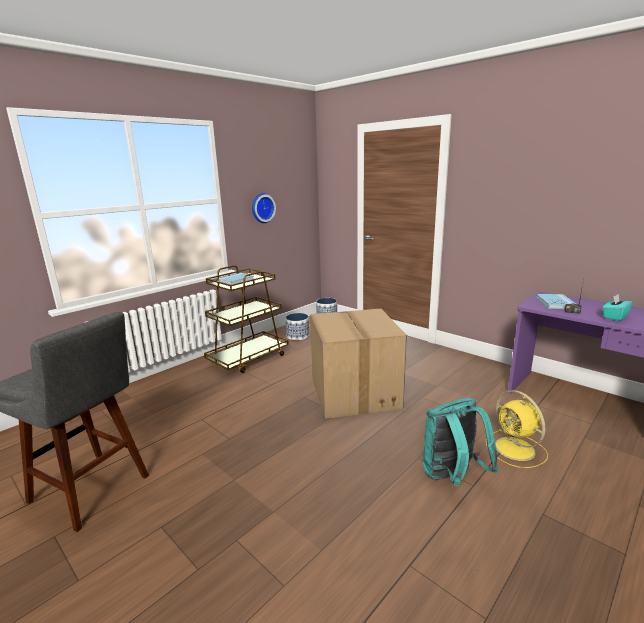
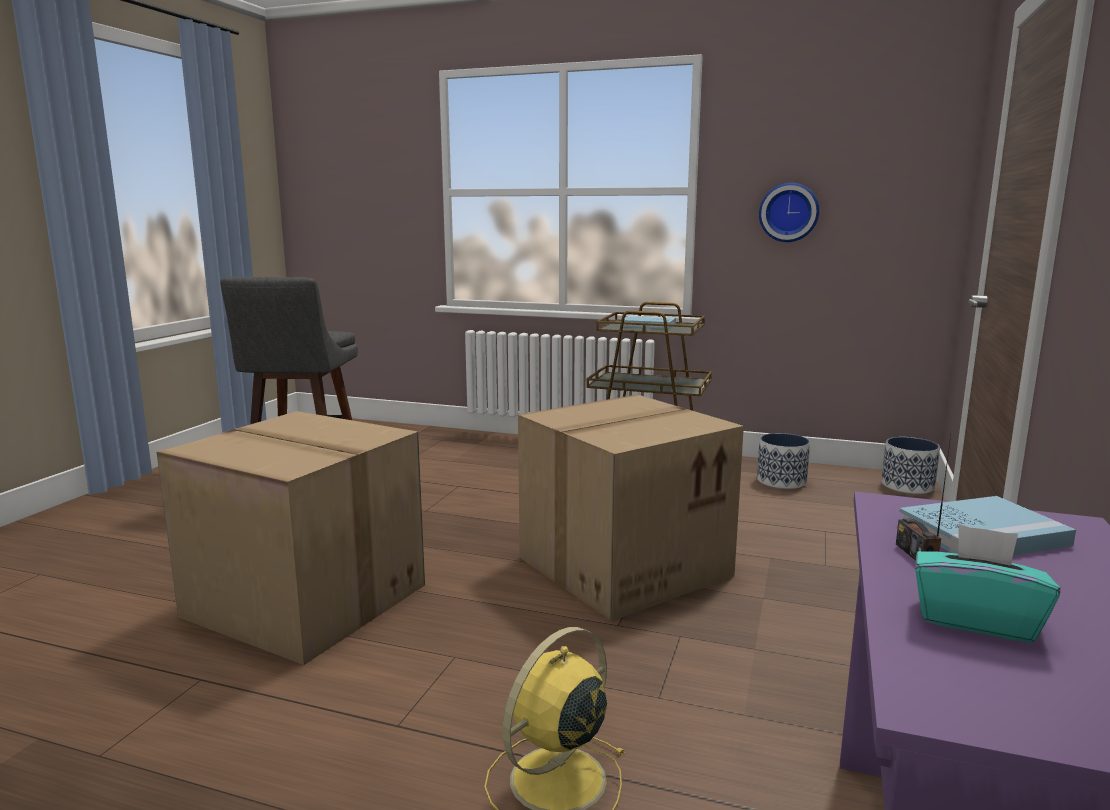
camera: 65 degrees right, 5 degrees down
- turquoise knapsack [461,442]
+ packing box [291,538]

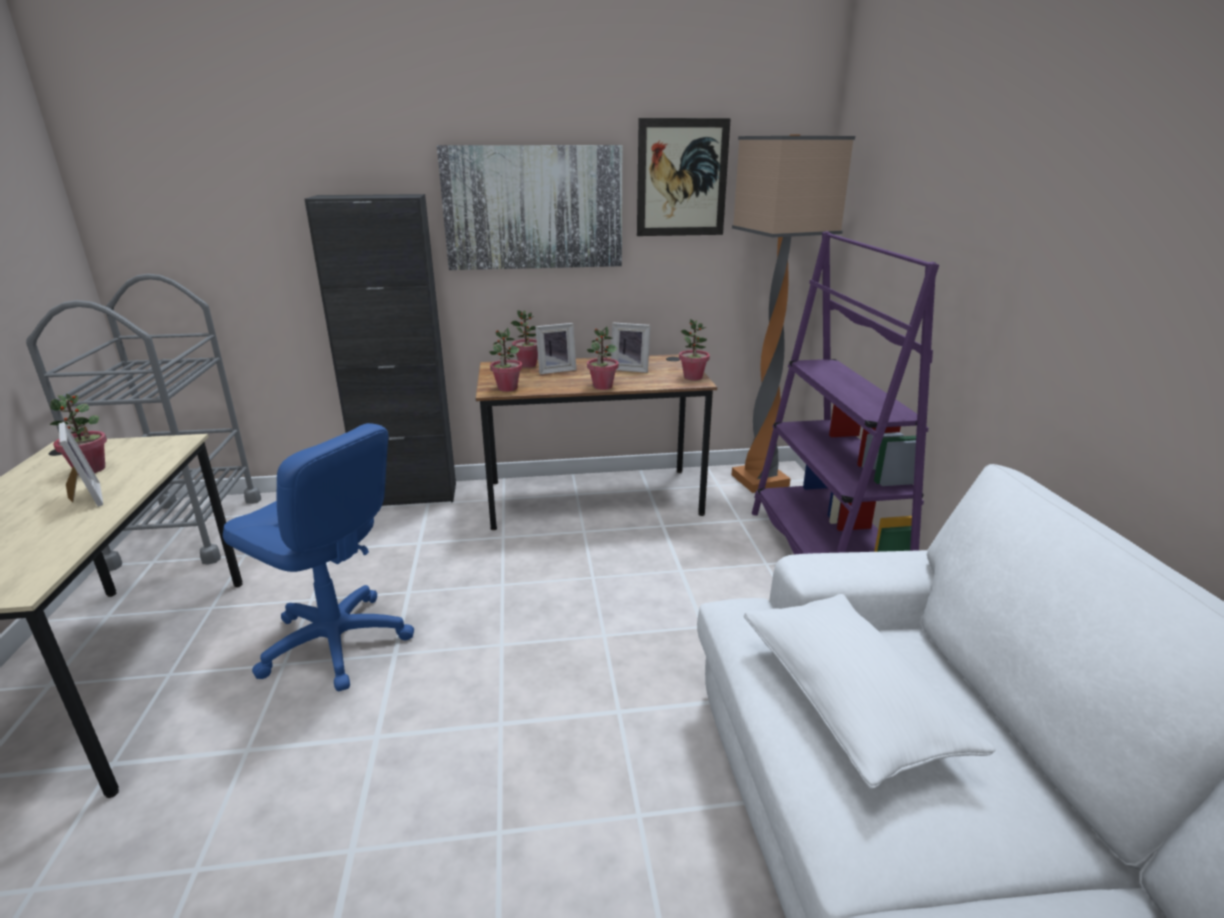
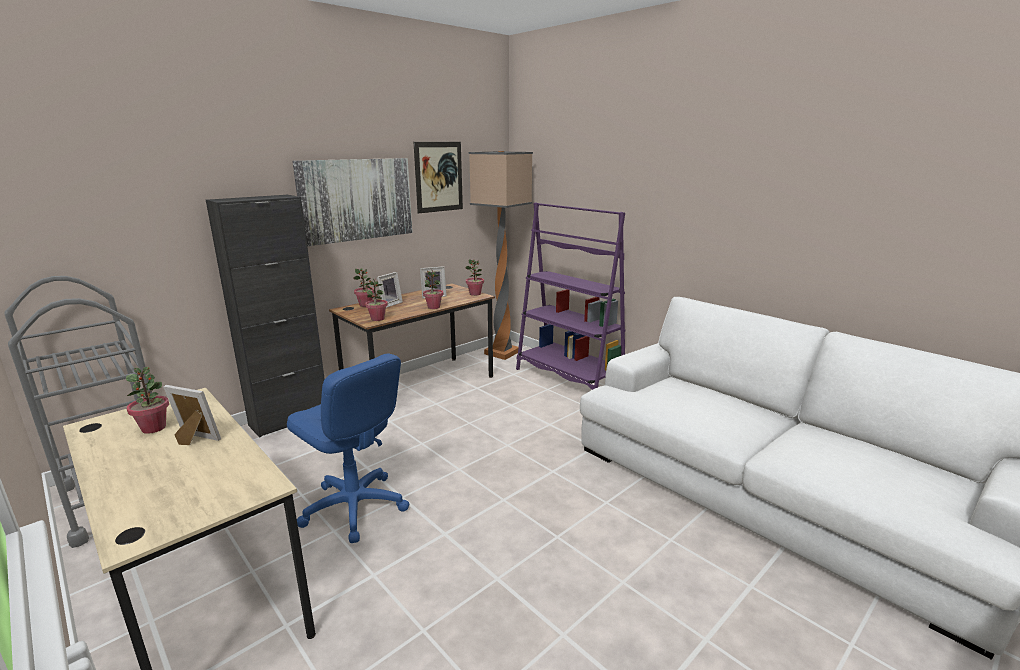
camera: 35 degrees left, 5 degrees down
~ blue-coloured office chair [318,557] = [348,448] 45 degrees clockwise
- whitish pillow [869,691]

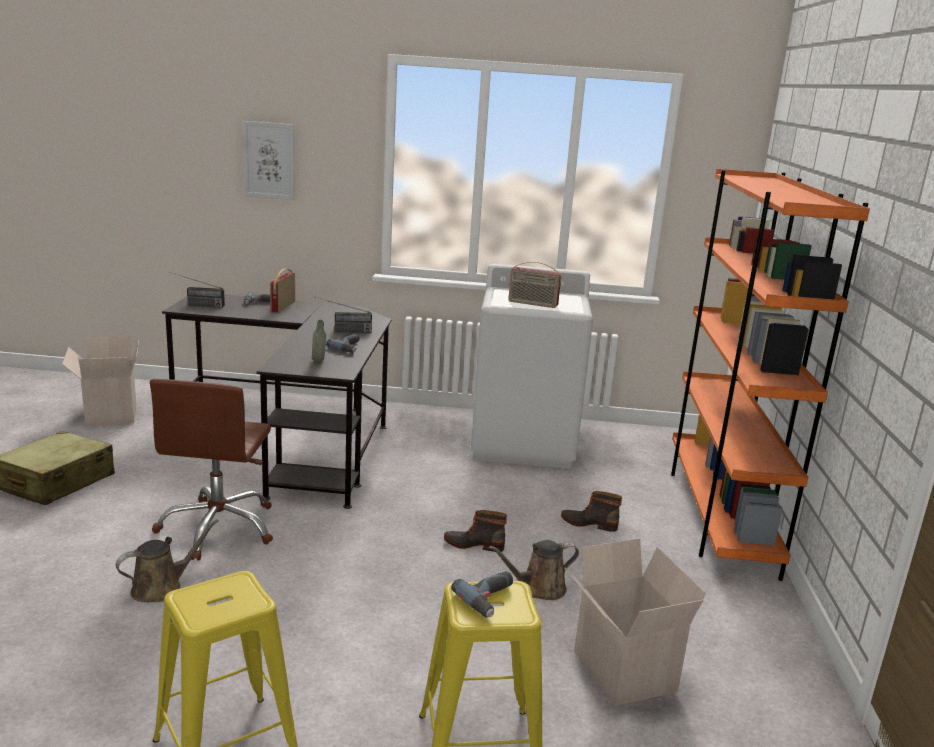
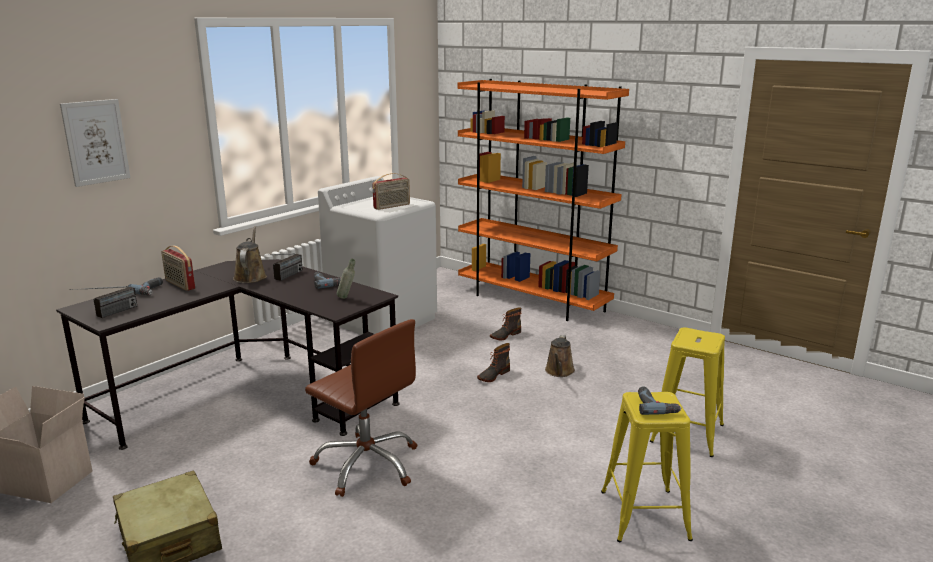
camera: 55 degrees left, 0 degrees up
~ brown watering pot [167,560] to [250,254]
~ power drill [482,594] to [660,400]
- packing box [635,622]

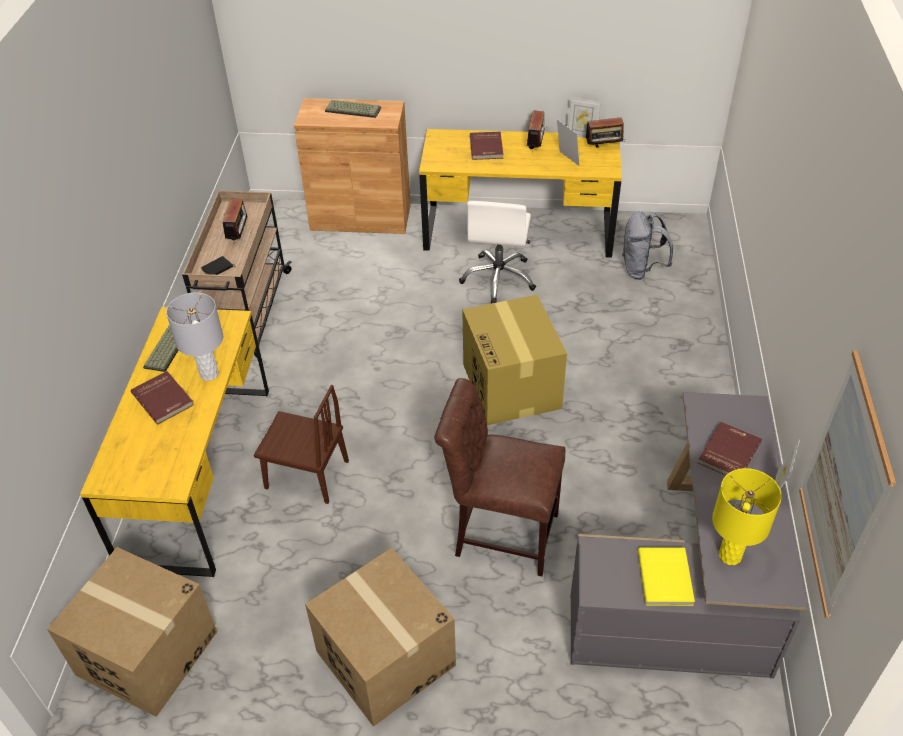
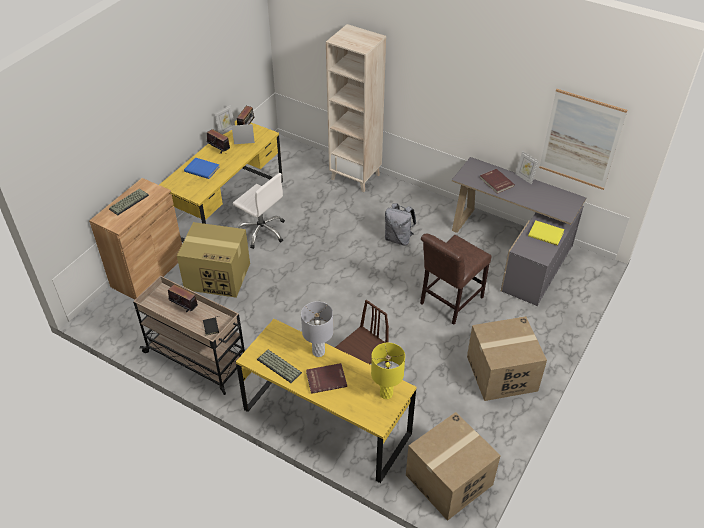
camera: 65 degrees left, 0 degrees up
~ packing box [514,360] to [213,260]
~ red-coloured book [487,146] to blue-coloured book [201,168]
~ gray knapsack [647,245] to [400,224]
~ yellowish table lamp [747,516] to [388,371]
+ sand-coloured bookcase [356,108]

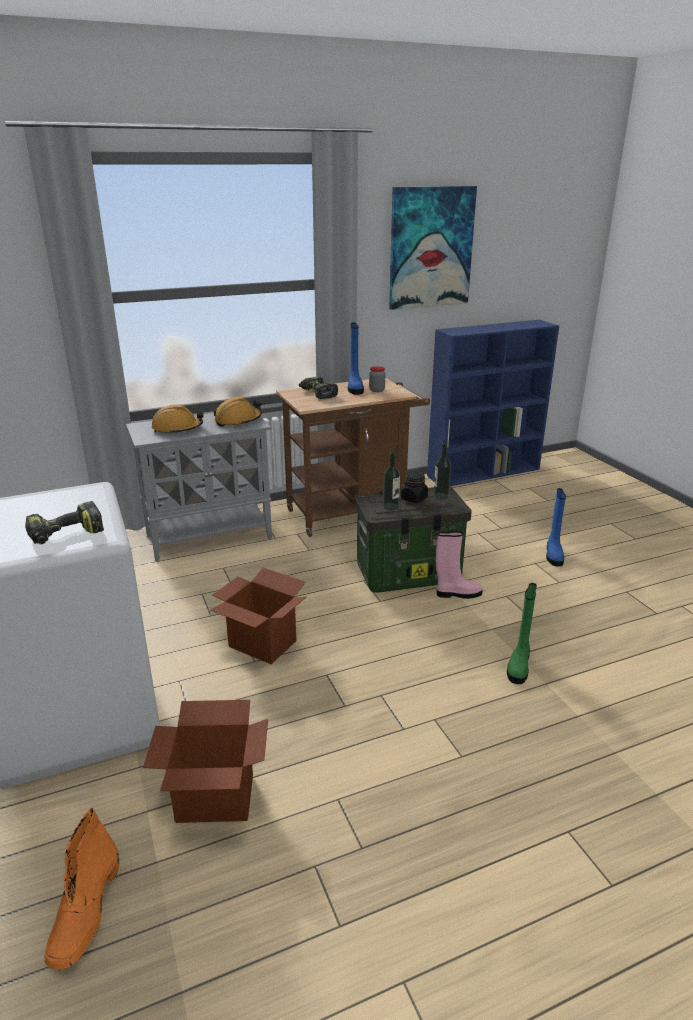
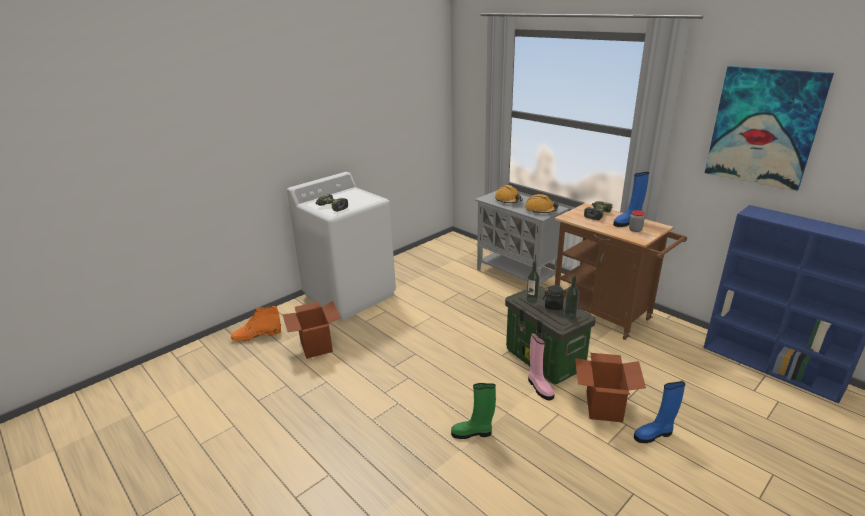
camera: 70 degrees right, 0 degrees up
~ packing box [258,616] to [610,388]

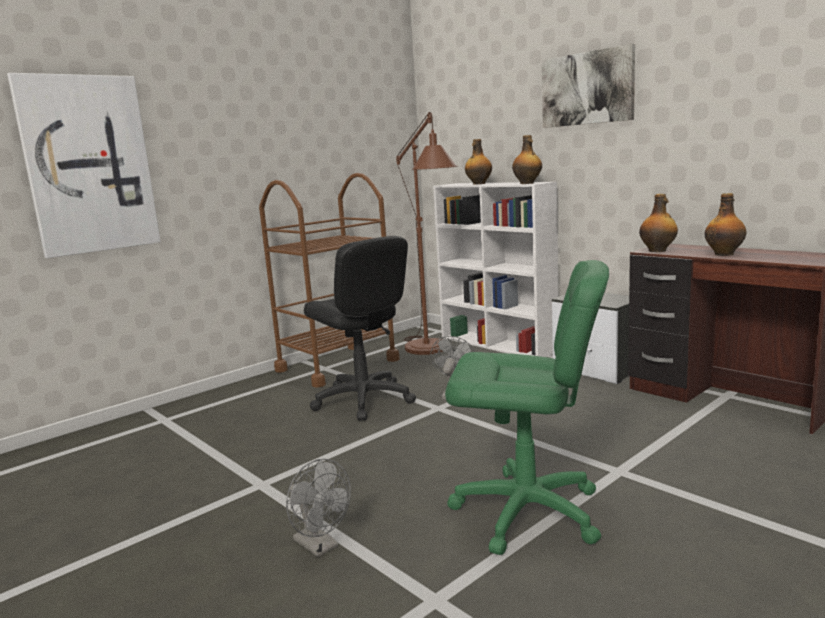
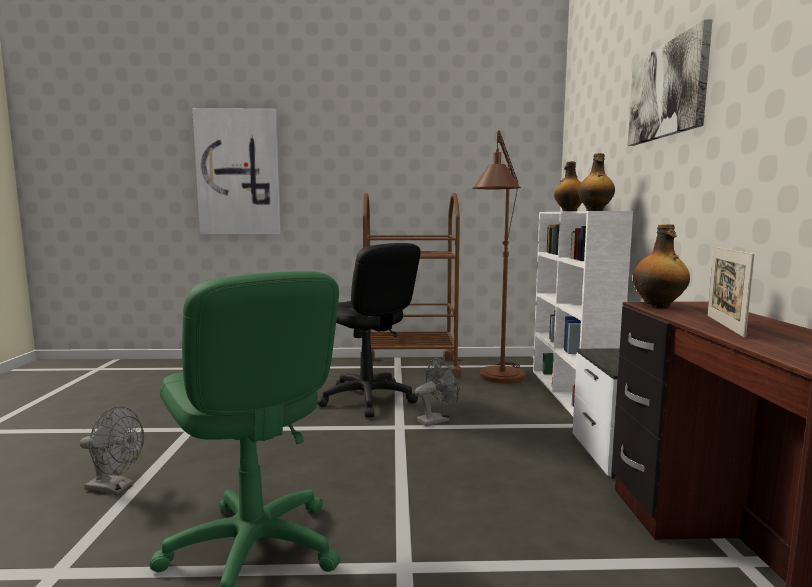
camera: 40 degrees right, 5 degrees down
~ gray fan [318,508] = [112,450] 75 degrees counterclockwise
~ black office chair [360,328] = [369,330] 45 degrees counterclockwise
~ drink bottle [725,224] to picture frame [731,292]

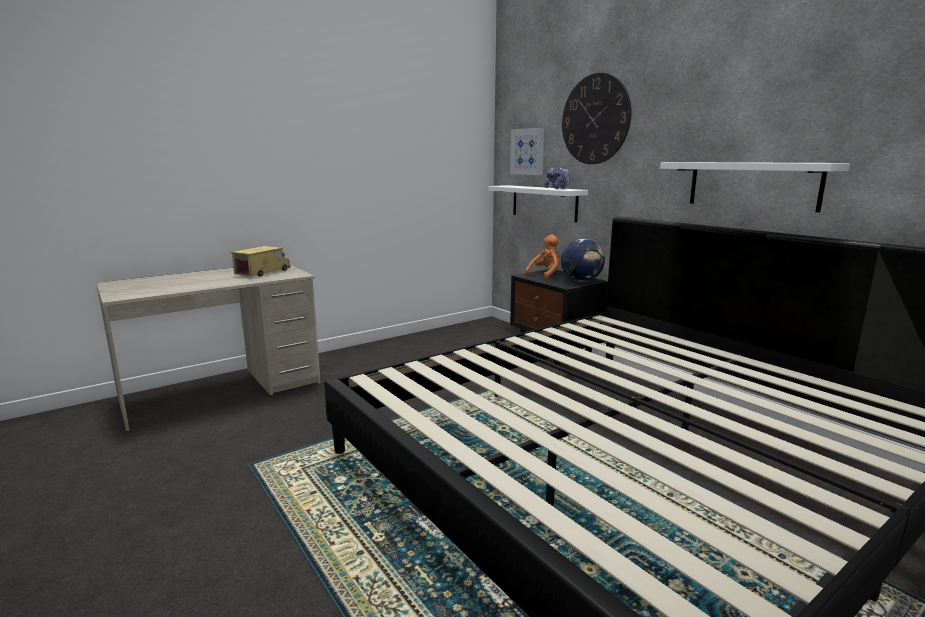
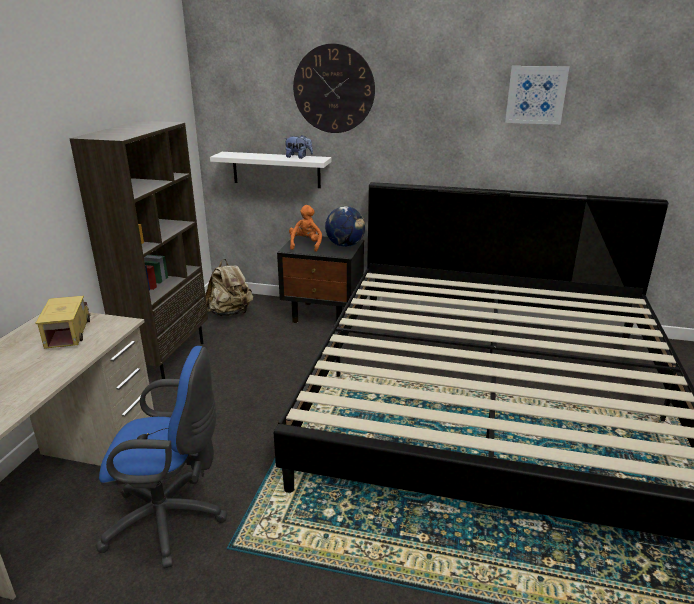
camera: 40 degrees left, 10 degrees up
~ picture [527,151] to [537,95]
- whitish bracket shelf [755,187]
+ brown bookcase [138,250]
+ blue-coloured office chair [161,457]
+ sand-coloured knapsack [229,287]

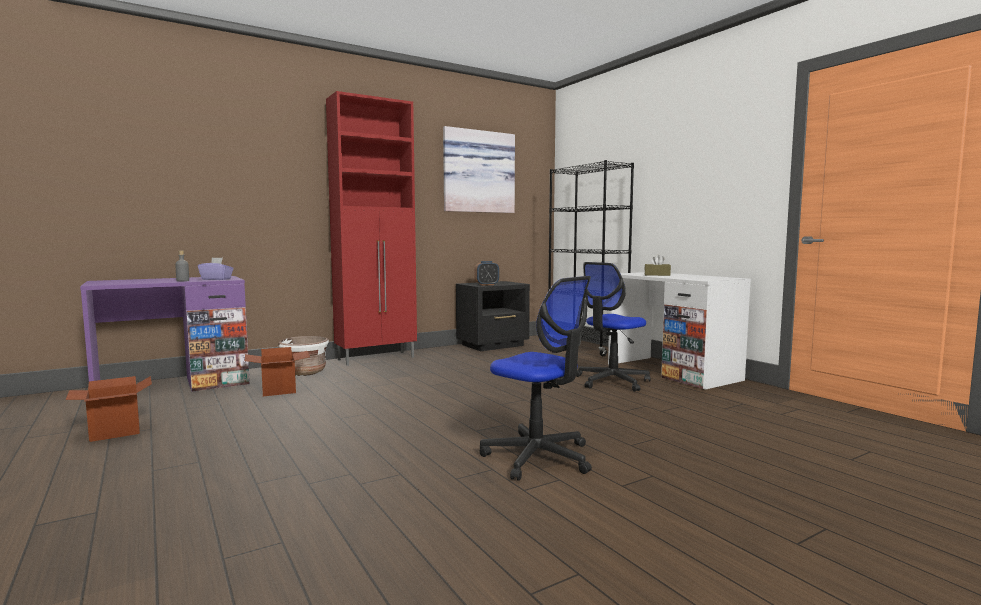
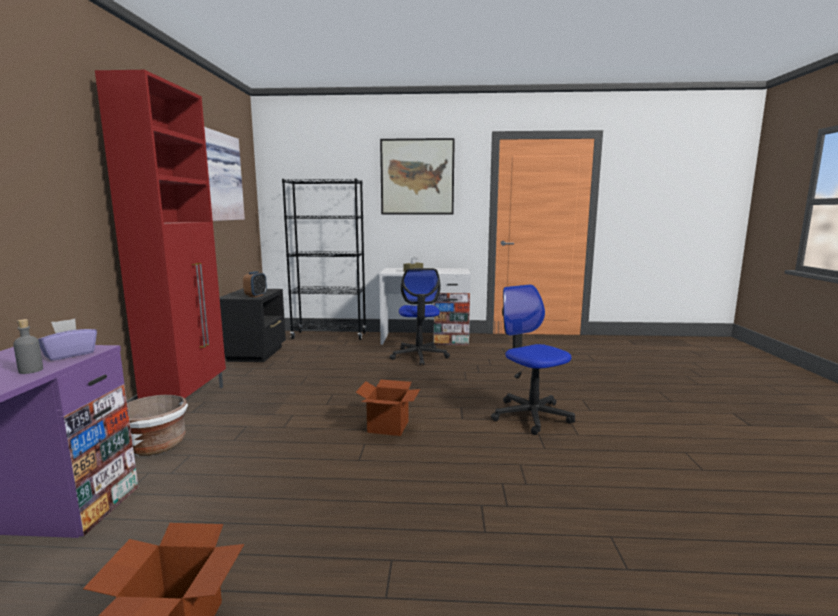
camera: 55 degrees left, 5 degrees up
~ packing box [277,371] to [388,408]
~ office chair [535,378] = [533,360] 105 degrees counterclockwise
+ picture [417,176]

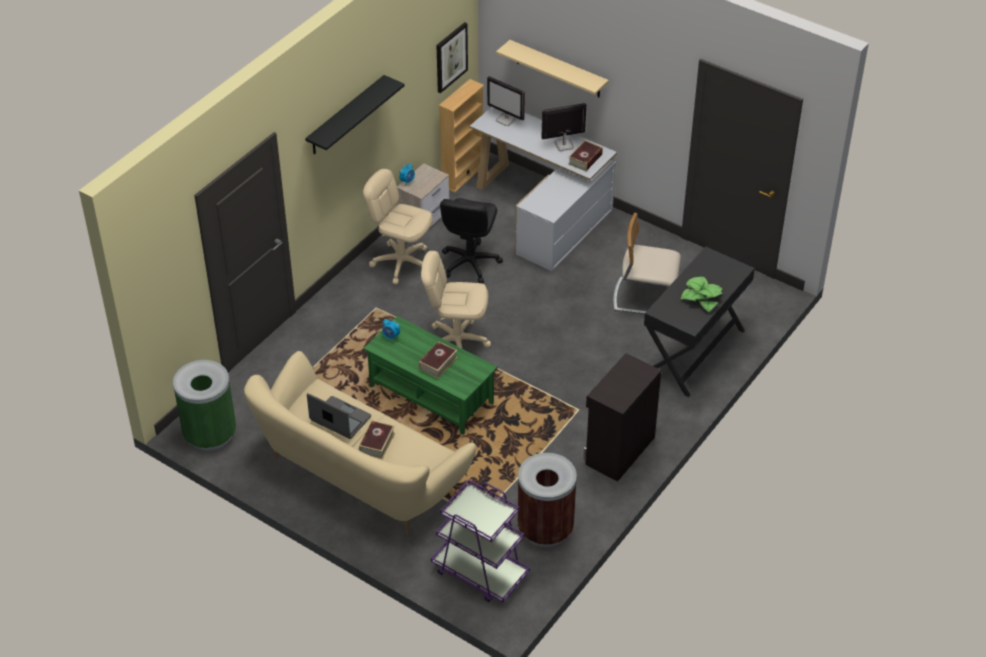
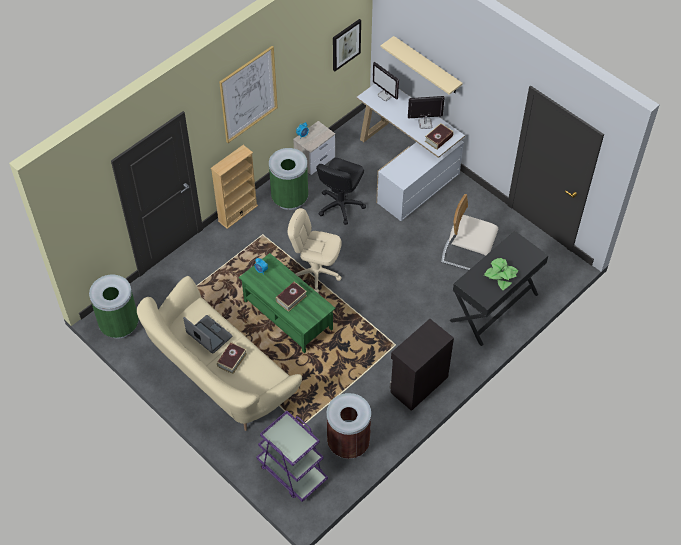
camera: 10 degrees right, 10 degrees up
~ black bracket shelf [355,114] to picture [248,94]
~ sand-coloured office chair [398,226] to greenish trash can [288,179]
~ sand-coloured bookcase [461,136] to [234,187]

